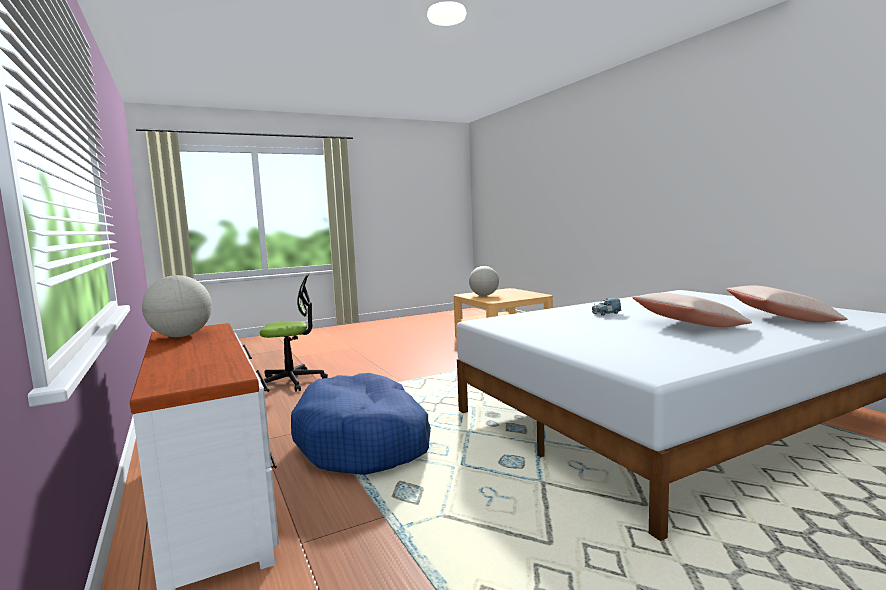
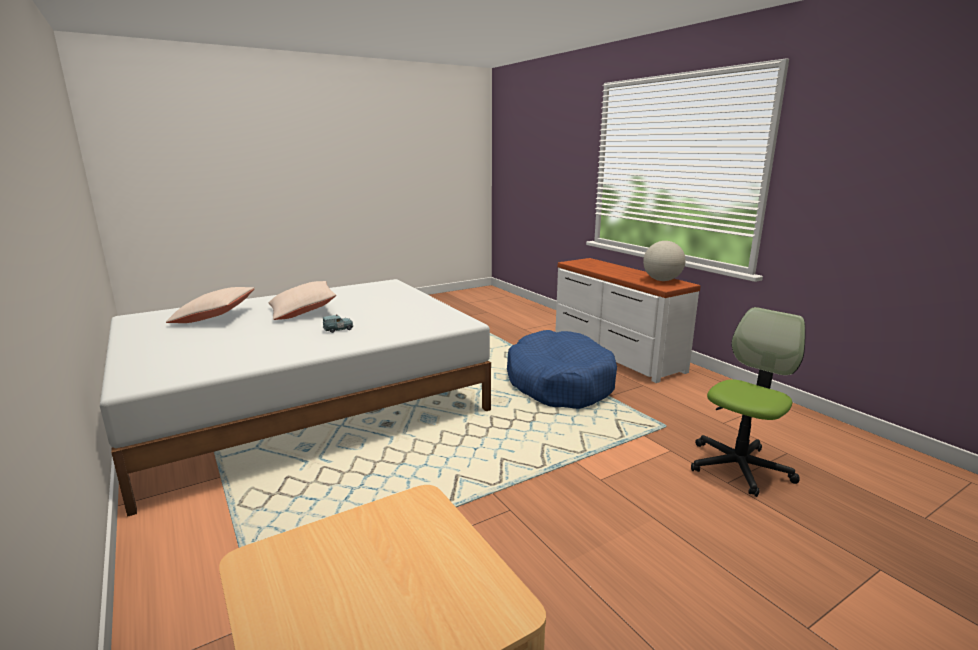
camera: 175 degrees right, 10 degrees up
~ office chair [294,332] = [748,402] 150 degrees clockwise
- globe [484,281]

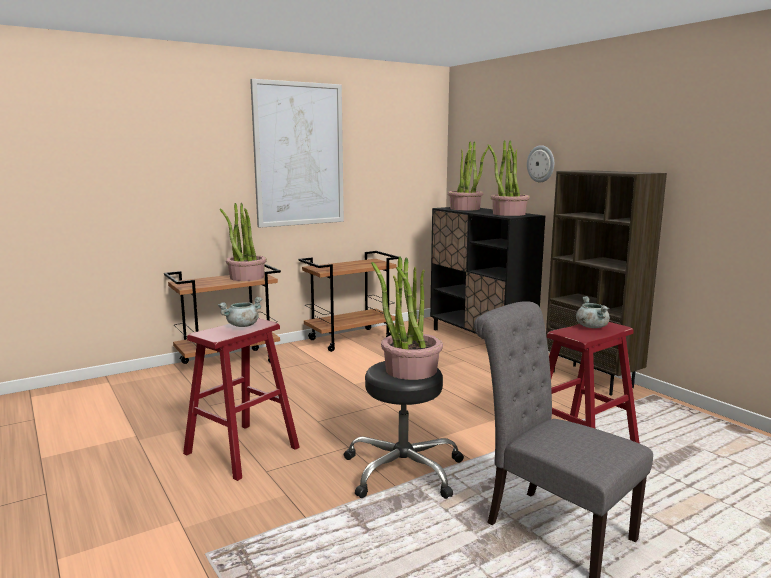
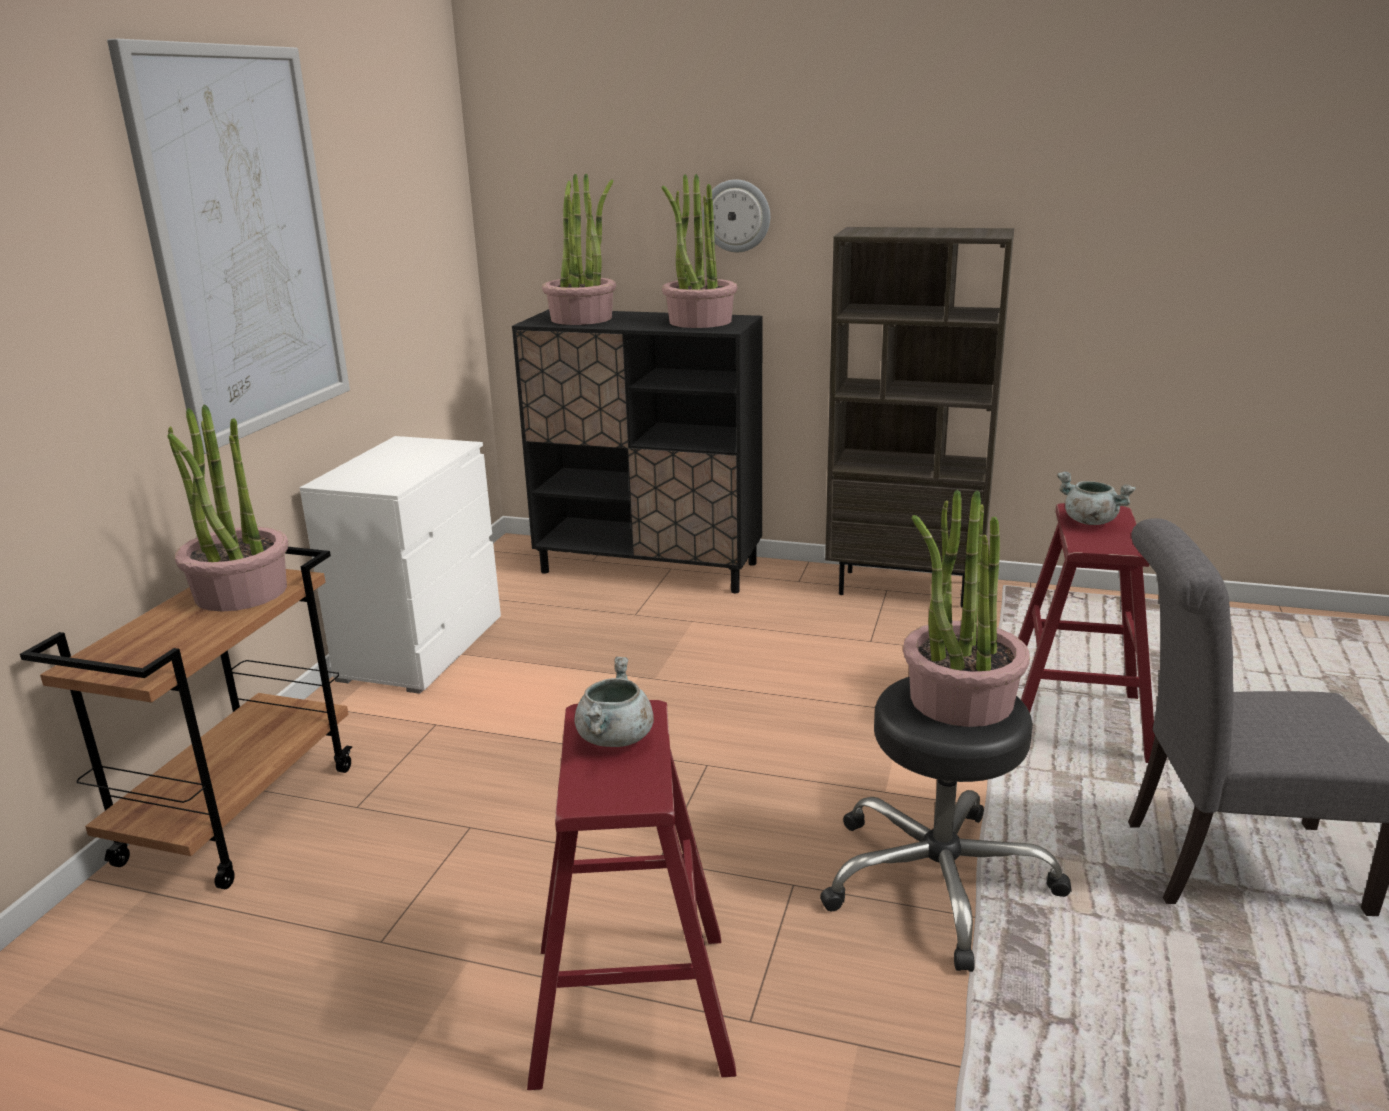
camera: 40 degrees left, 10 degrees up
~ brown cart [349,301] to whitish dresser [400,565]

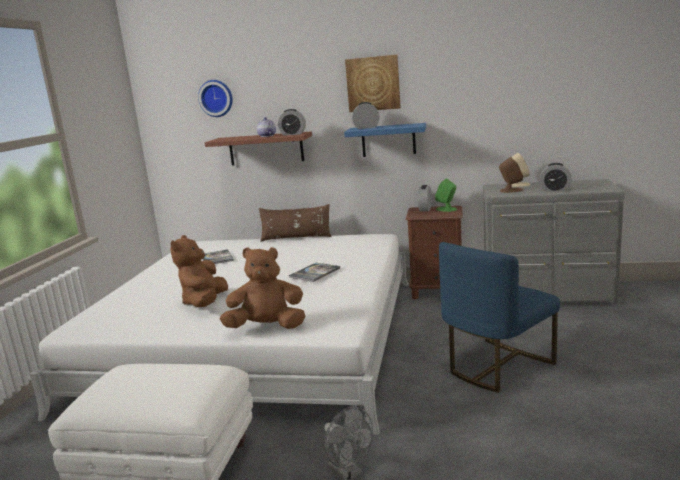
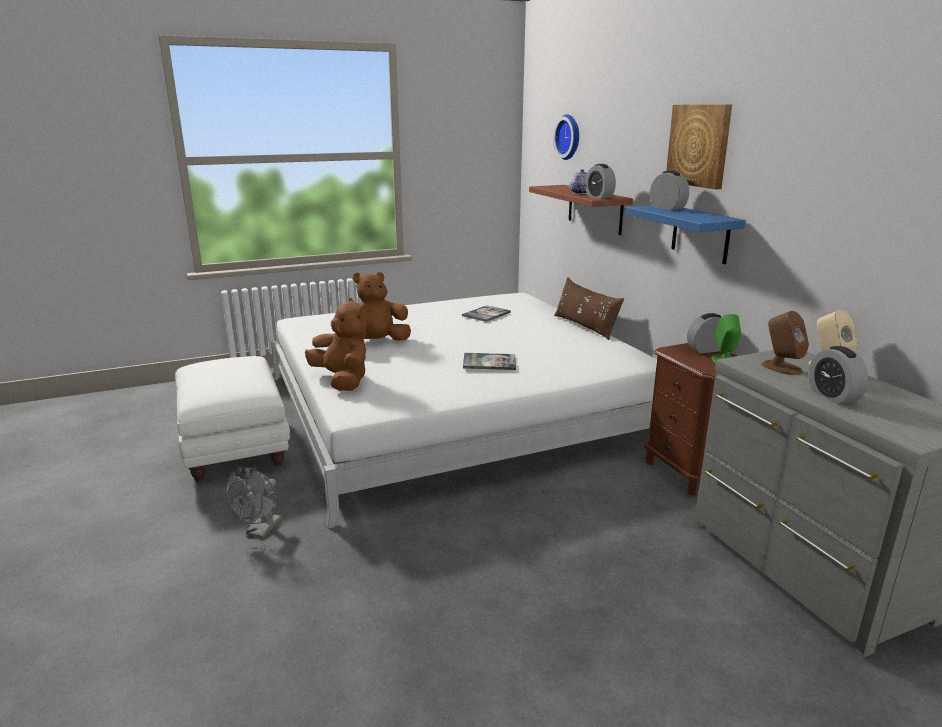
camera: 55 degrees right, 5 degrees up
- blue-coloured upright chair [499,317]

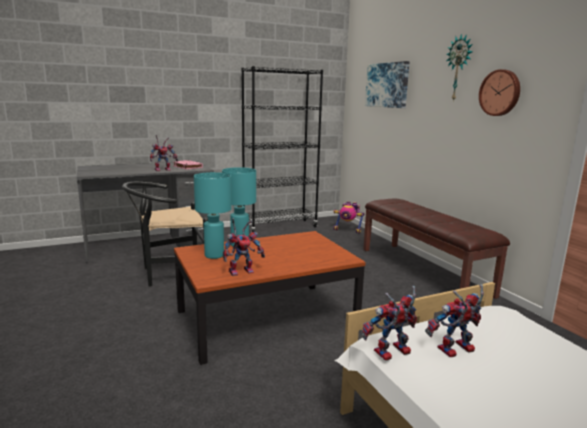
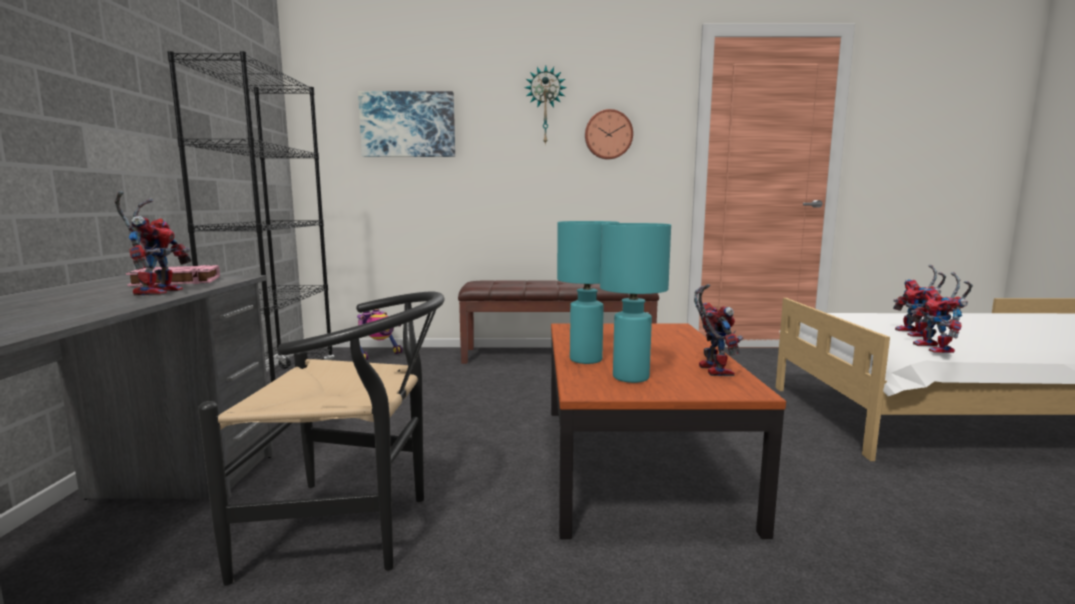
camera: 65 degrees left, 5 degrees down
~ black upright chair [165,234] = [321,439] 90 degrees counterclockwise

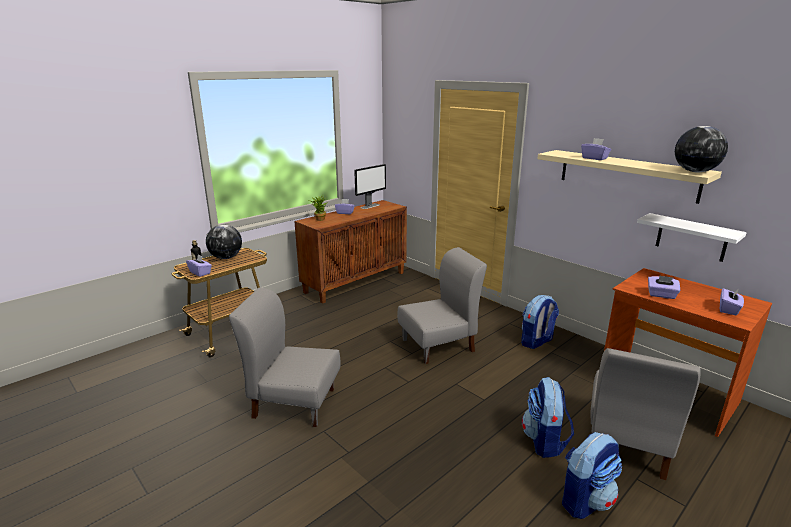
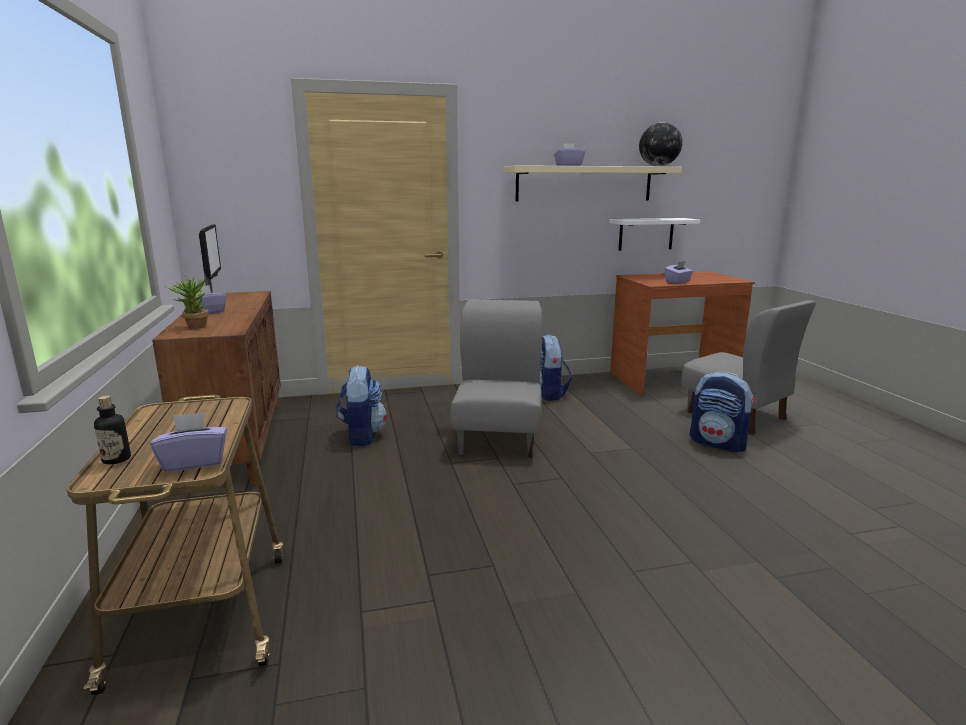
camera: 60 degrees left, 5 degrees down
- globe [224,242]
- gray upright chair [285,357]
~ knapsack [592,475] to [361,405]
- purple-coloured tissue box [732,301]

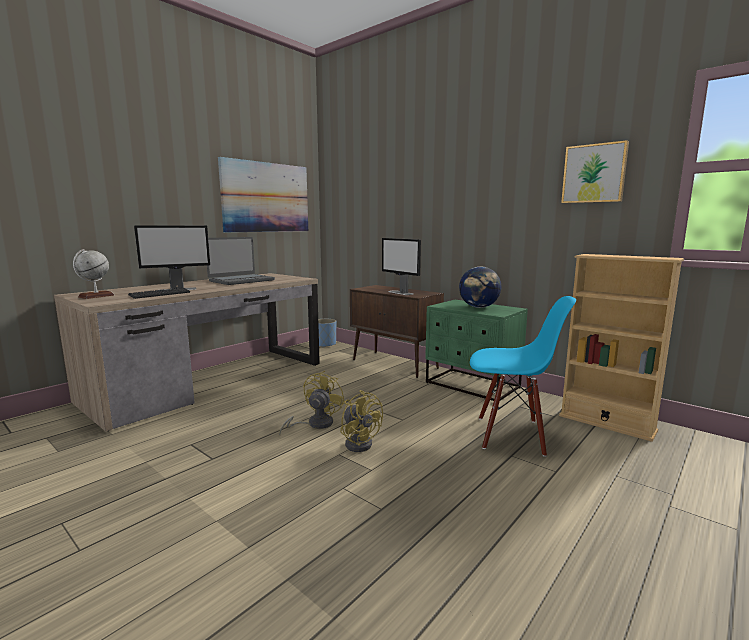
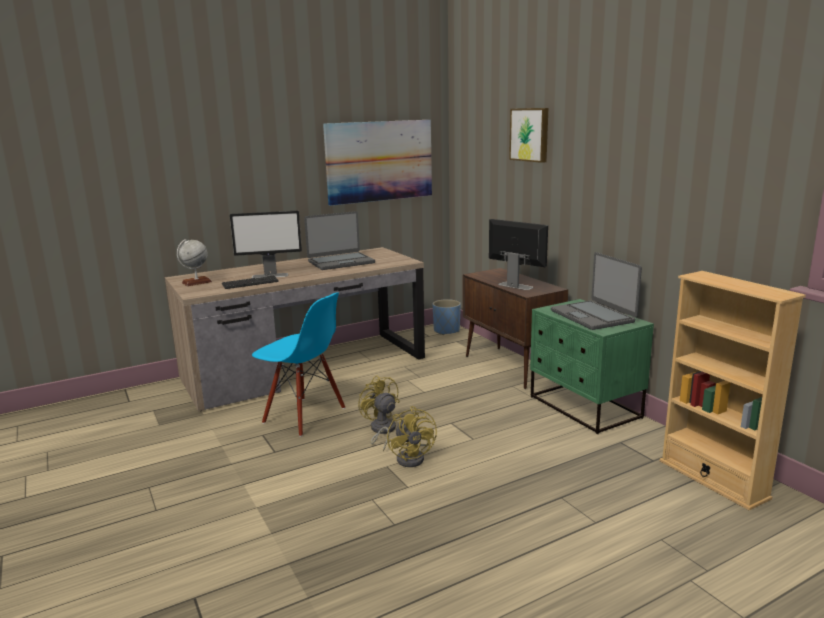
camera: 20 degrees right, 5 degrees up
~ yellowish fan [311,403] = [379,413] 75 degrees counterclockwise
~ computer screen [401,266] = [518,254] 150 degrees clockwise
~ globe [480,287] to portable computer [596,291]
~ blue-coloured upright chair [523,376] to [298,365]
~ picture [595,171] to [528,135]

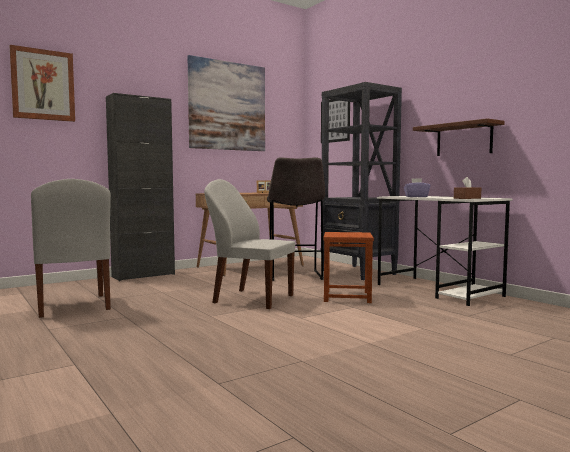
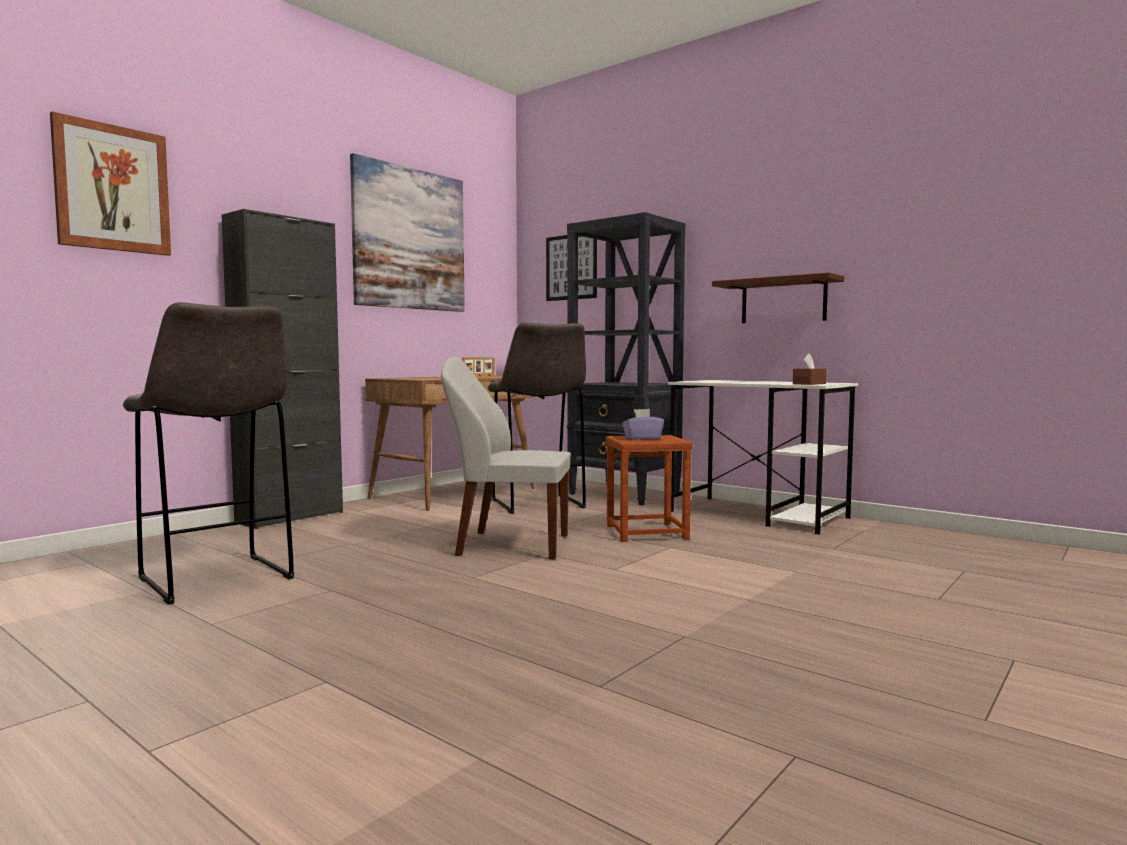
camera: 15 degrees left, 0 degrees up
~ whitish upright chair [71,248] to gray sitting stool [208,453]
~ purple-coloured tissue box [417,187] to [643,424]

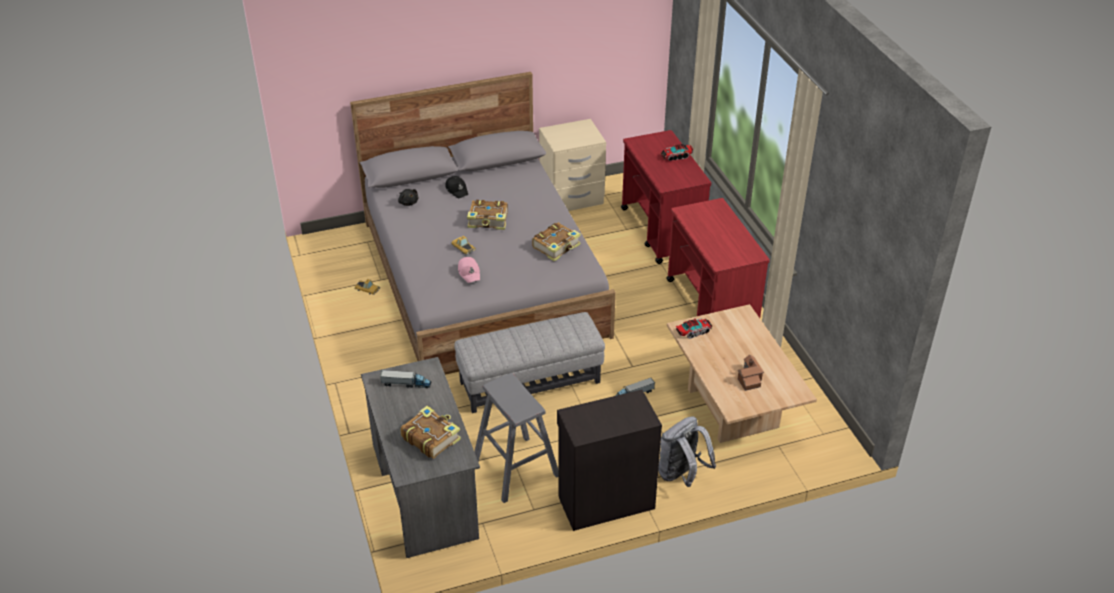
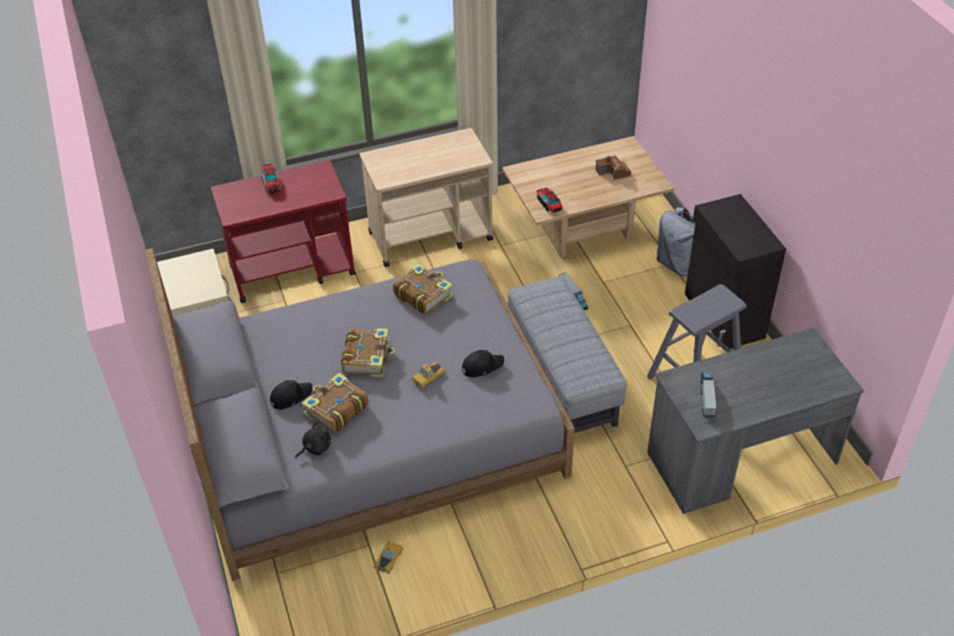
camera: 90 degrees left, 5 degrees up
~ book [431,432] to [335,403]
~ pinkish cap [469,270] to black cap [483,363]
~ red-coloured cart [718,258] to sand-coloured cart [426,197]

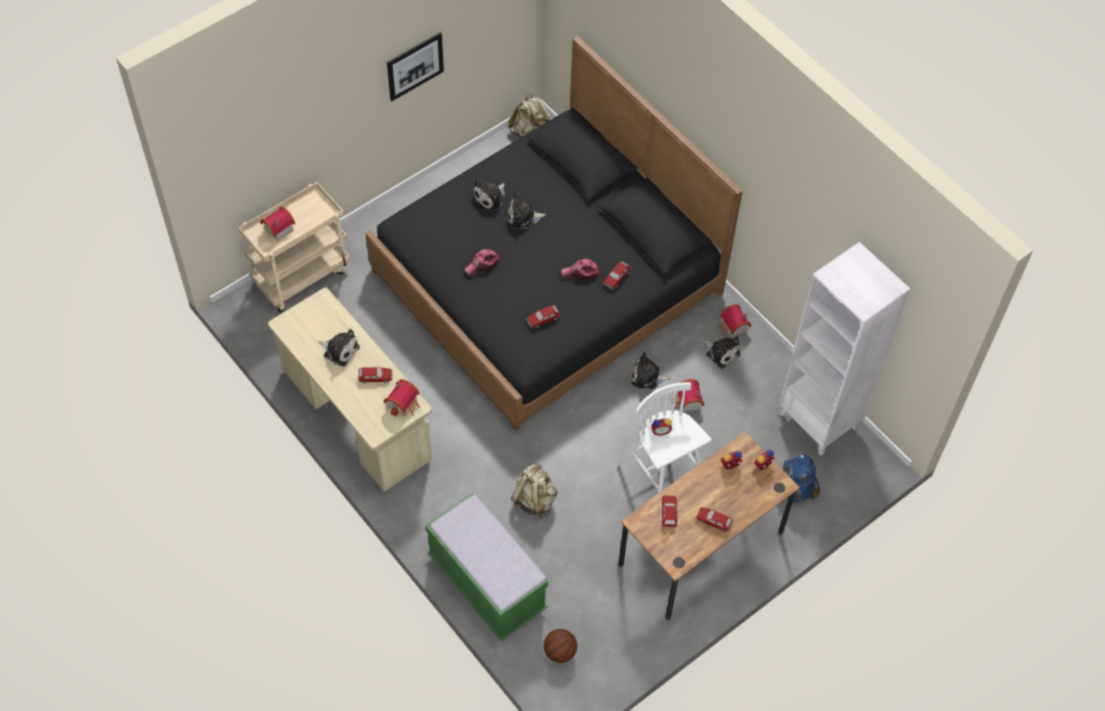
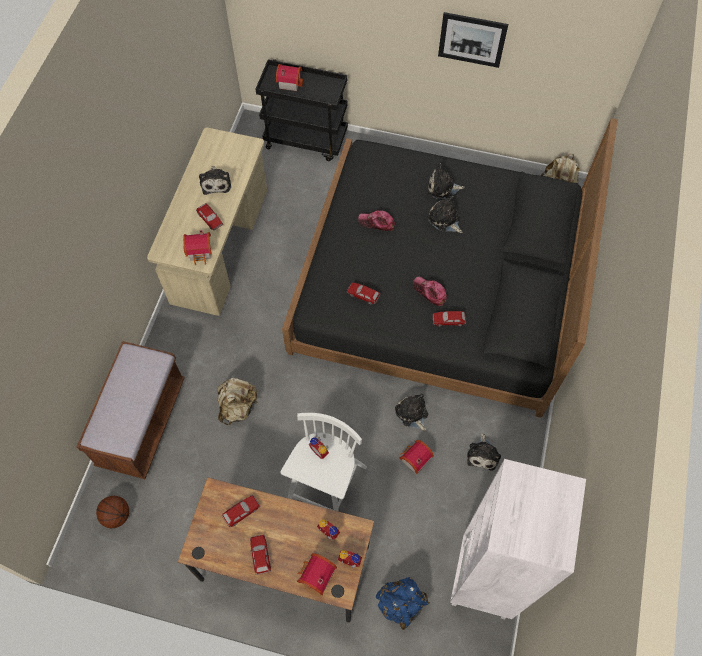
camera: 55 degrees right, 5 degrees up
~ sand-coloured cart [294,247] to black cart [302,110]
~ greenish long seat [486,567] to brown long seat [130,410]
~ toy house [734,321] to [317,574]

